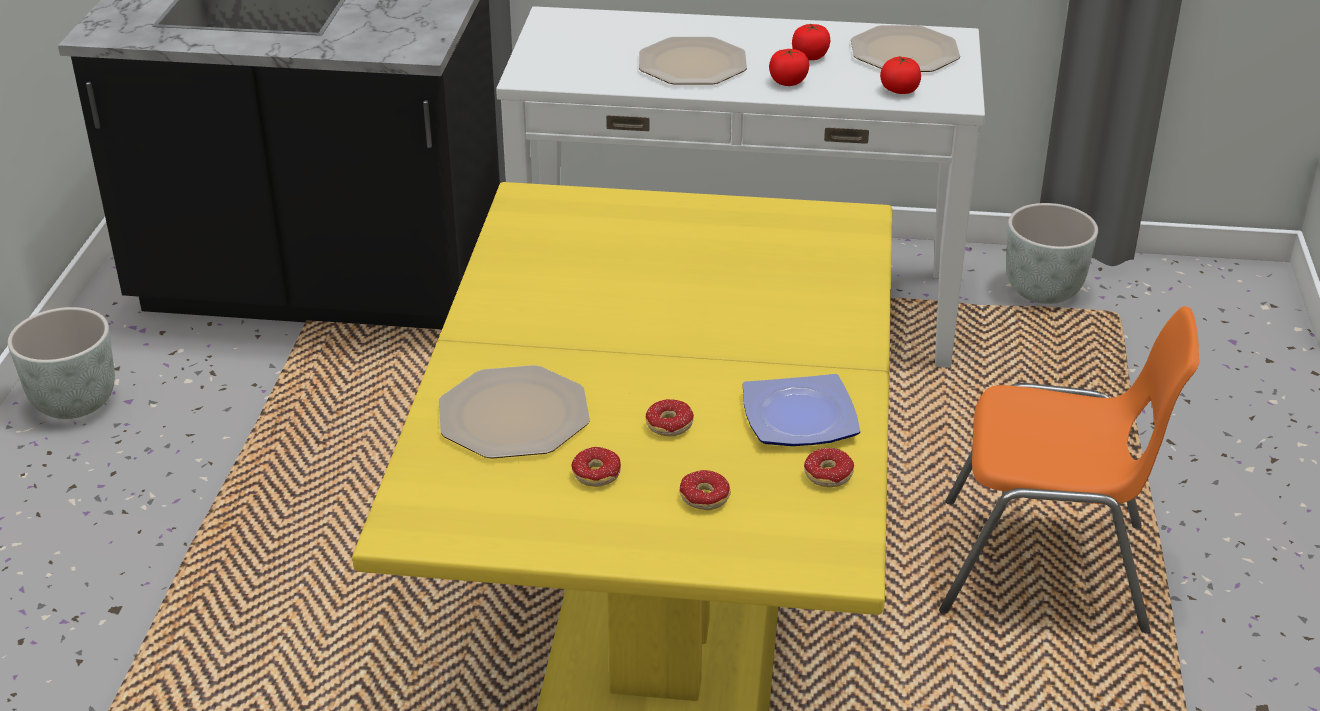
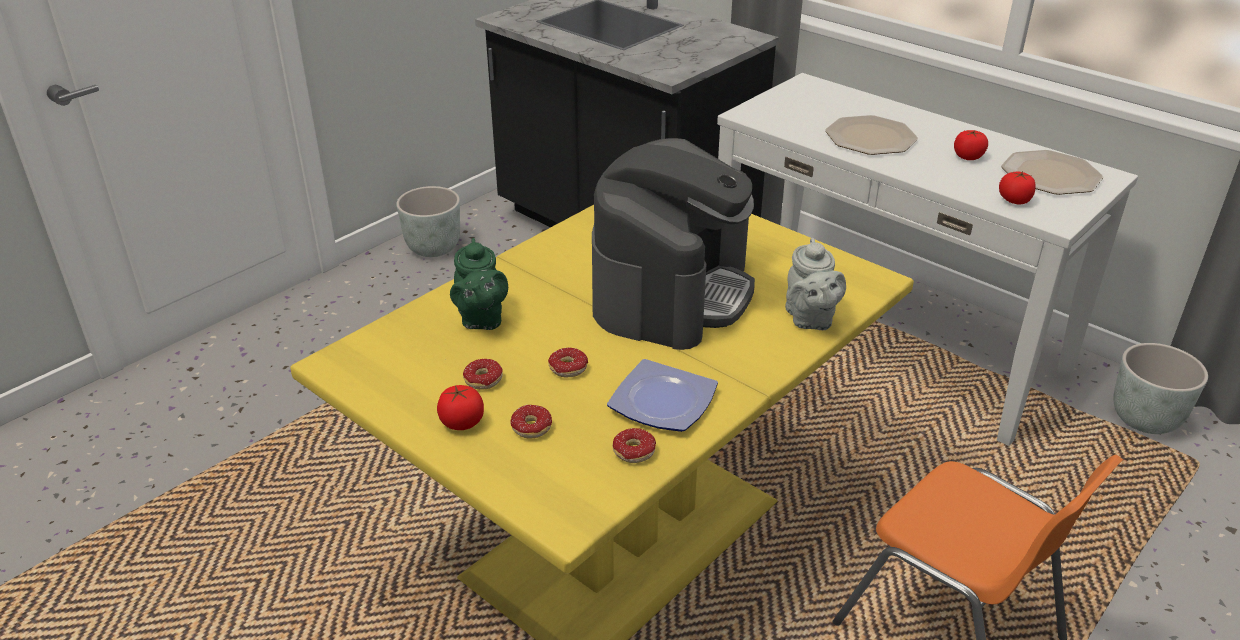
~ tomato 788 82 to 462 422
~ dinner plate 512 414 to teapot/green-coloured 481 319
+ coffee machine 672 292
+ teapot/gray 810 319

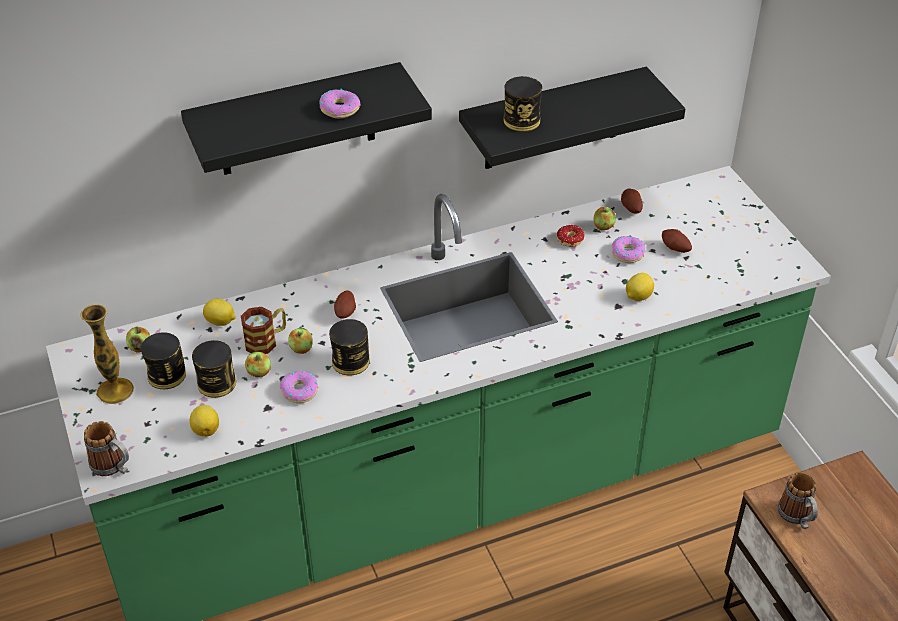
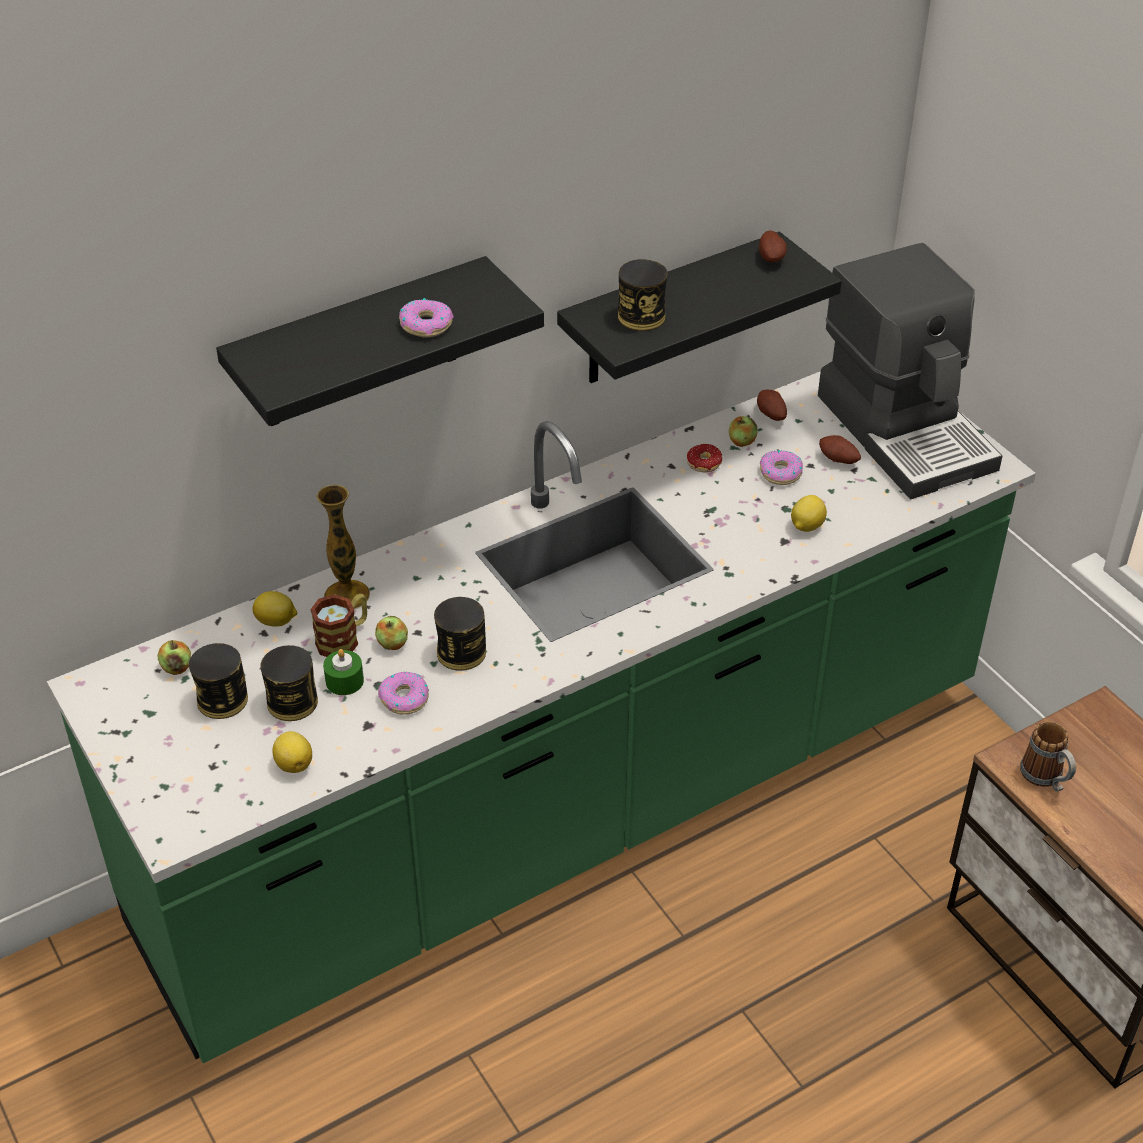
~ vase 115 391 to 347 595
~ apple 259 372 to wax candle/green-coloured 344 681
~ potato 346 312 to 772 258
+ coffee machine 906 430
- mug 113 467

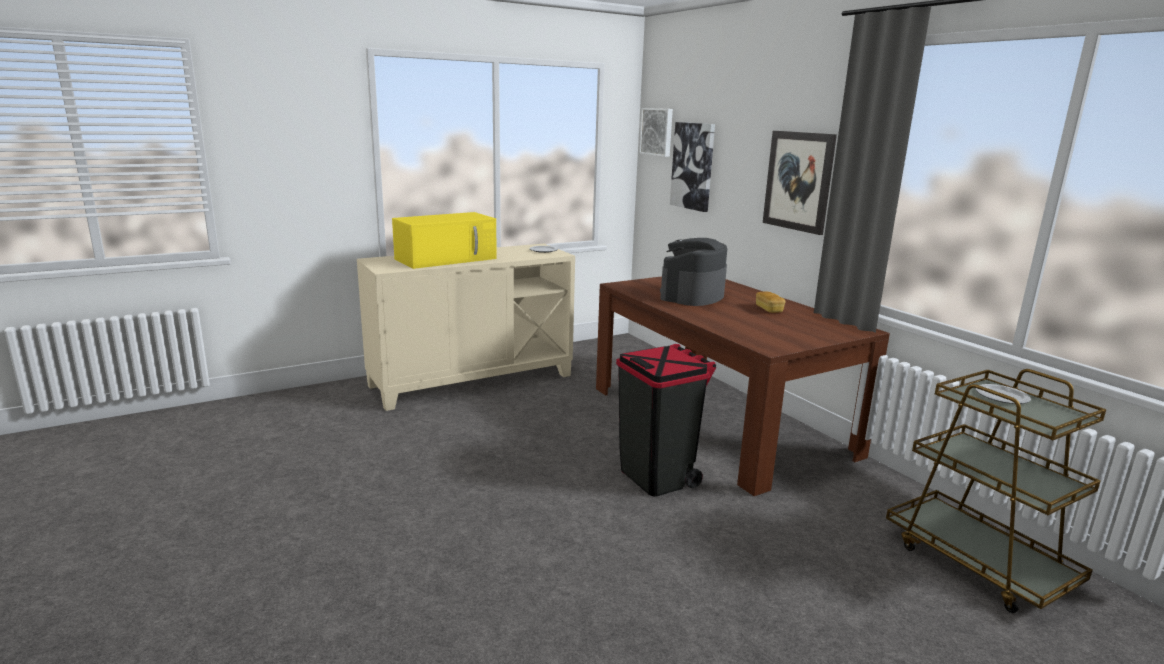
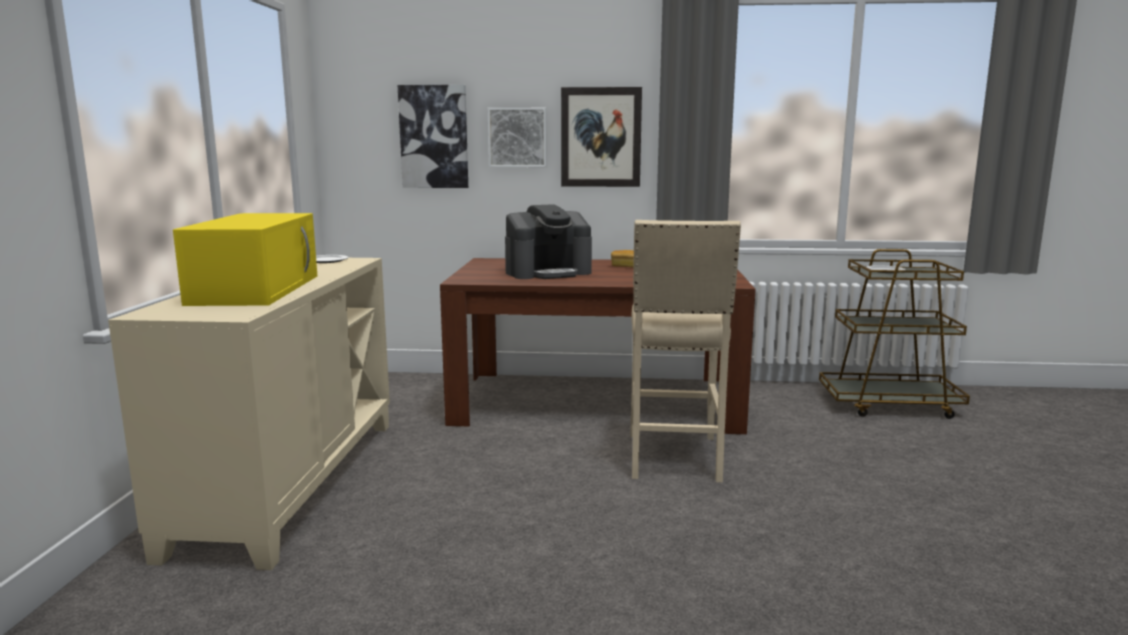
~ wall art 657 132 to 517 137
~ coffee machine 692 296 = 548 272 90 degrees counterclockwise
~ rubbish bin/black-coloured 656 476 to sitting stool/beige 673 458

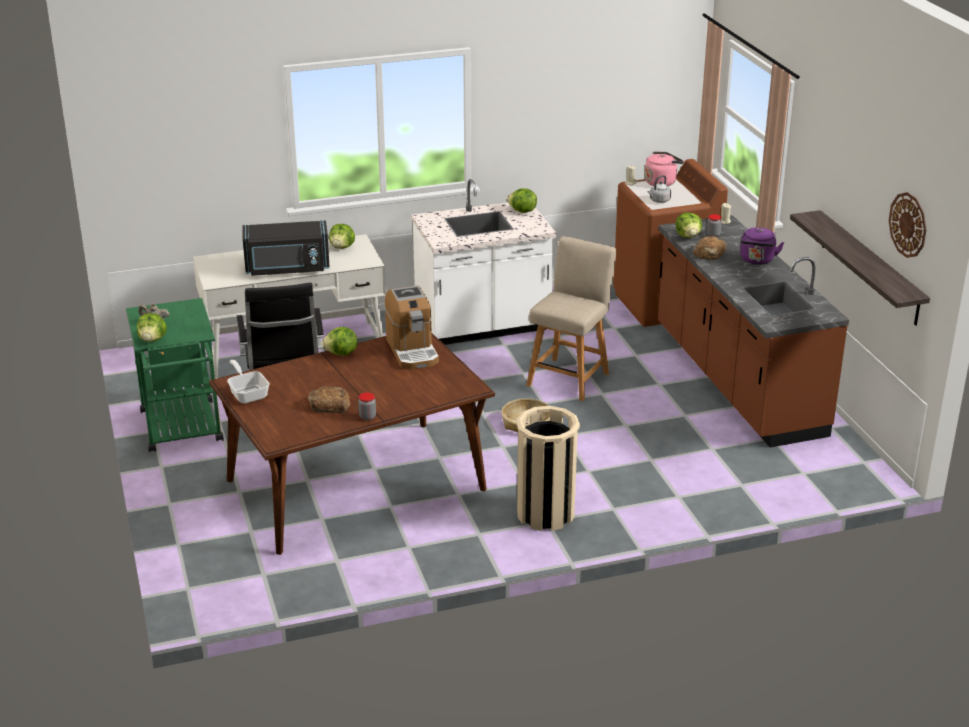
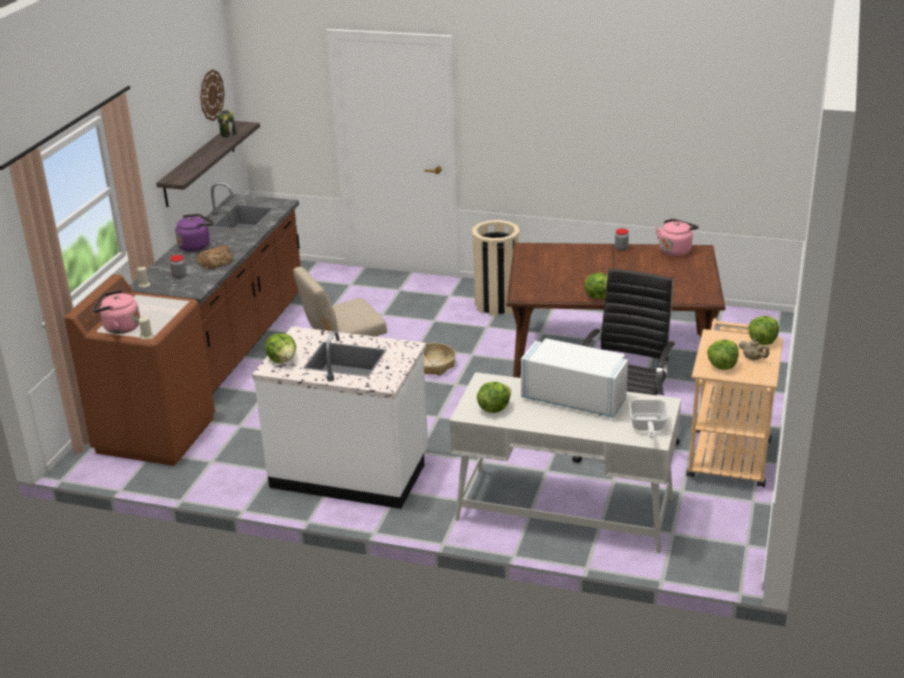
+ storage jar 228 134
~ microwave oven/black-coloured 287 268 to microwave oven/whitish 575 398
~ pan 248 393 to 647 427
+ tea kettle/pink-coloured 675 250
~ wheeled cart/green-coloured 183 431 to wheeled cart/beige 730 452
~ lettuce head 688 236 to 722 366
- bakery bread 329 404
- coffee machine 412 351
- tea kettle/gray 659 201

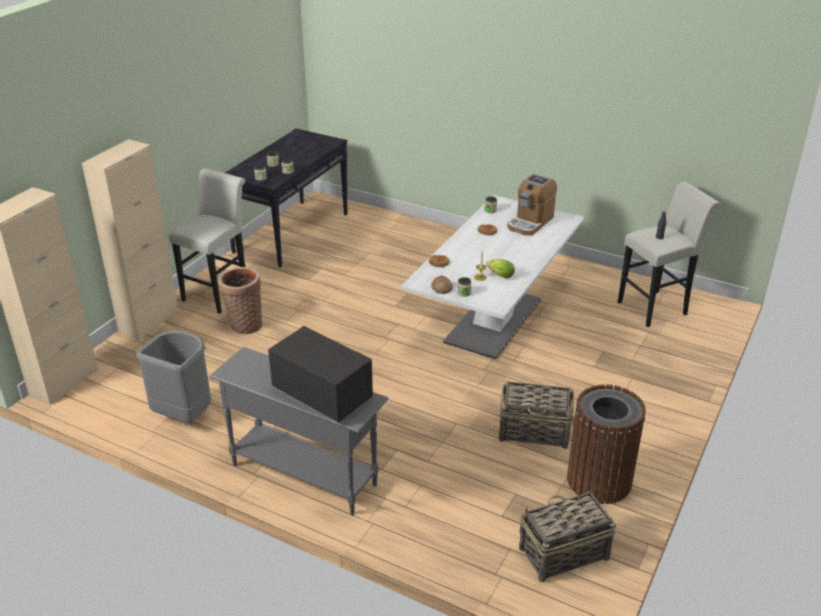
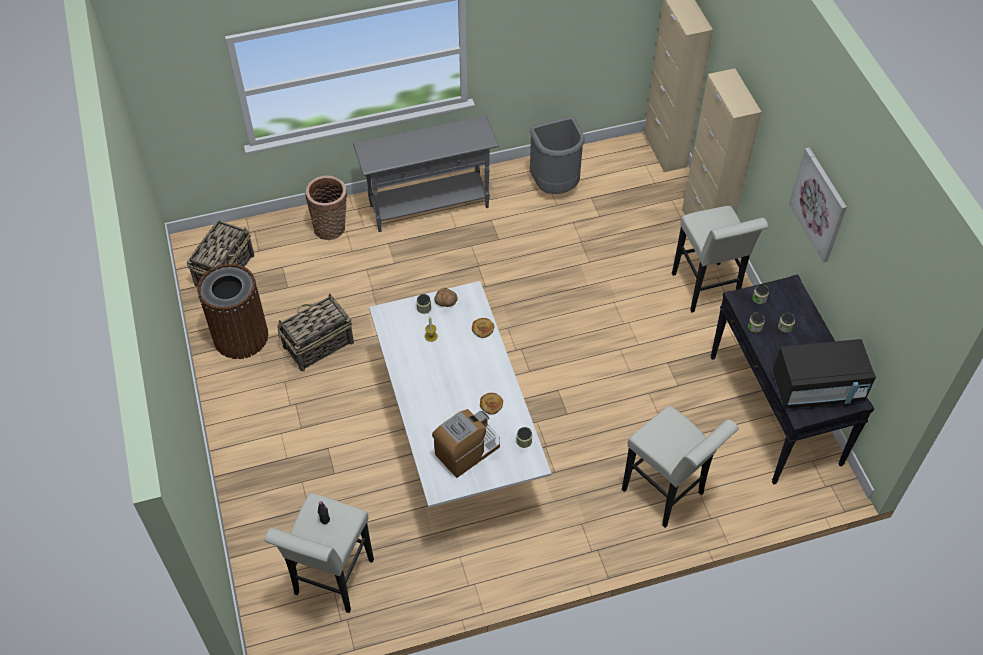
~ basket 244 324 to 331 227
~ coffee machine 530 222 = 467 450 60 degrees clockwise
+ sitting stool/whitish 667 495
~ microwave oven/black-coloured 322 395 to 817 388
+ wall art 819 204
- lettuce head 501 275

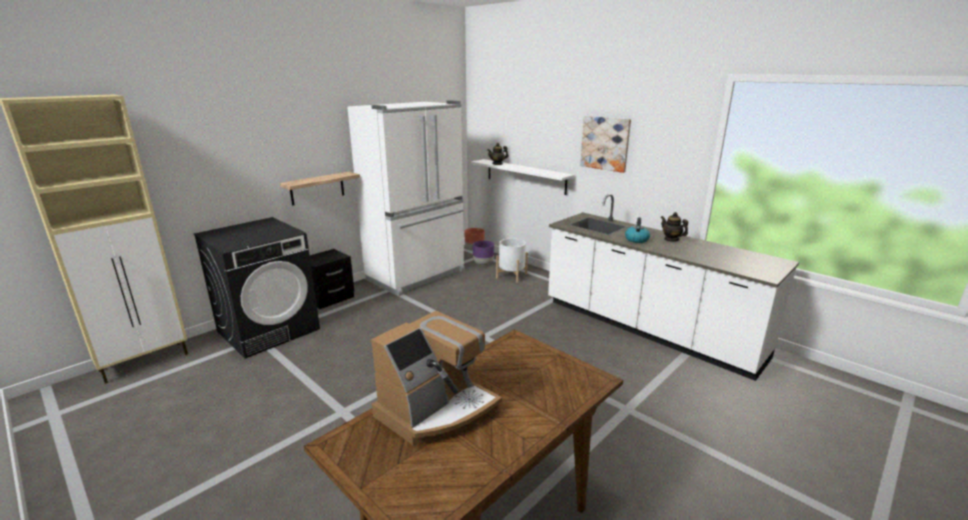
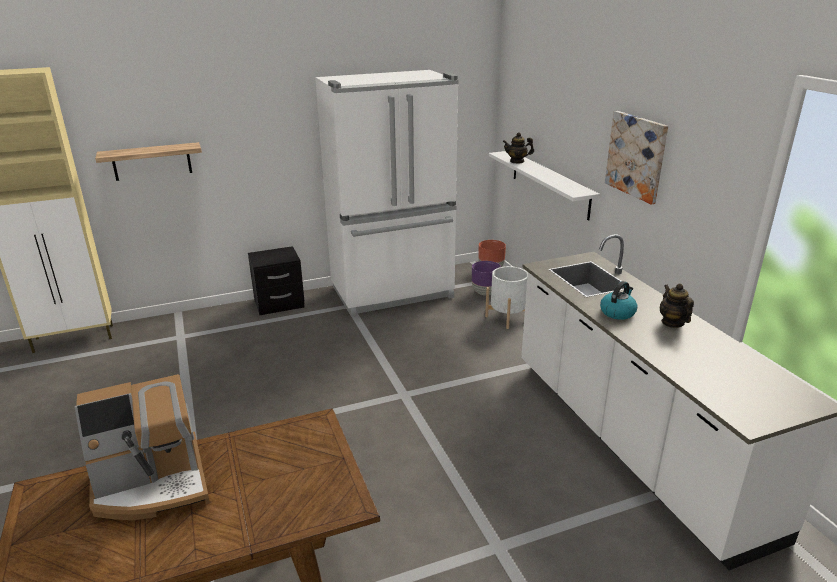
~ bracket shelf 317 188 to 152 161
- washing machine/black-coloured 269 330

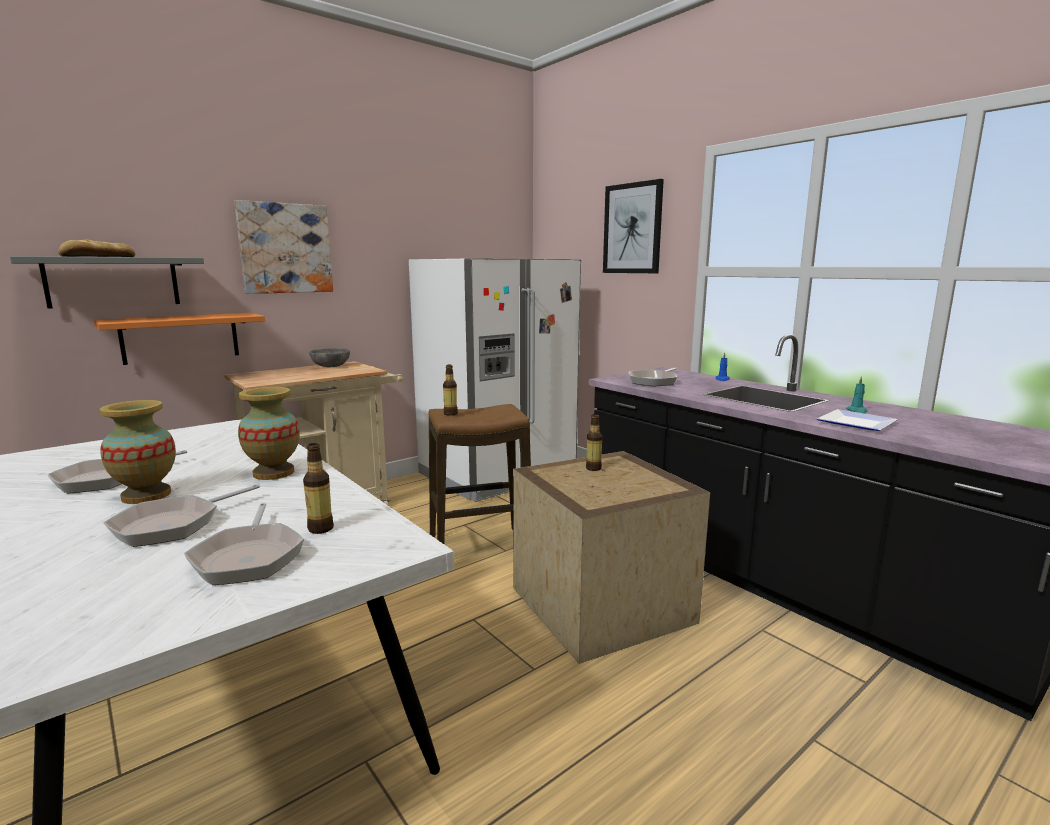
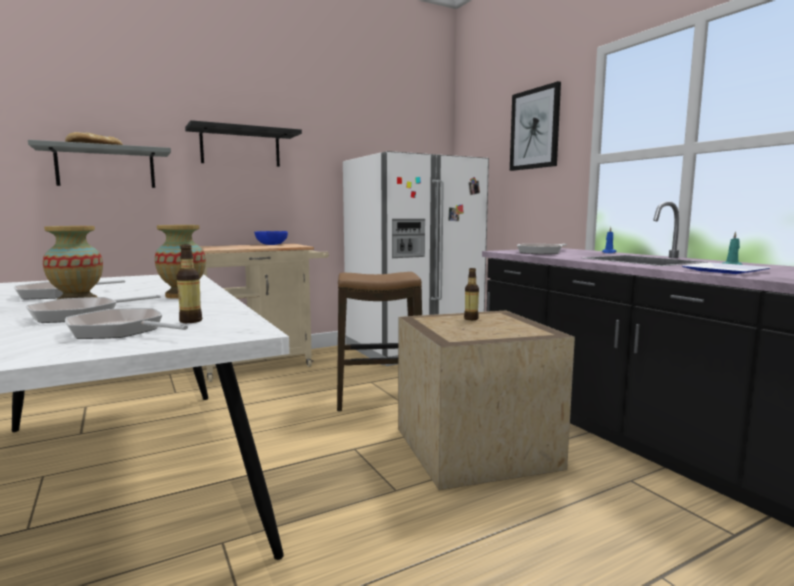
~ pan 249 557 = 121 331 120 degrees clockwise
~ wall art 285 248 to bracket shelf/black-coloured 240 148
~ serving bowl/gray 330 366 to serving bowl/blue 271 244
- bracket shelf/orange-coloured 180 338
- bottle 450 414

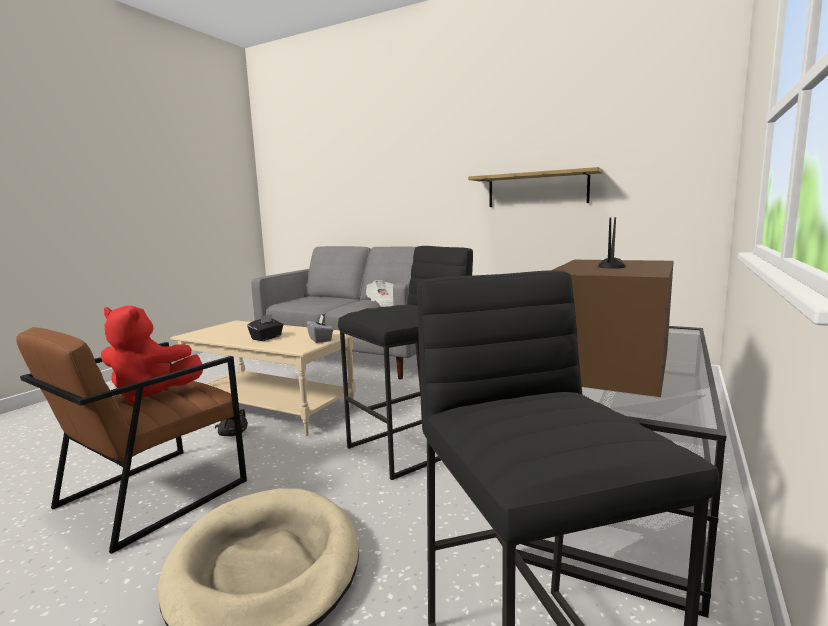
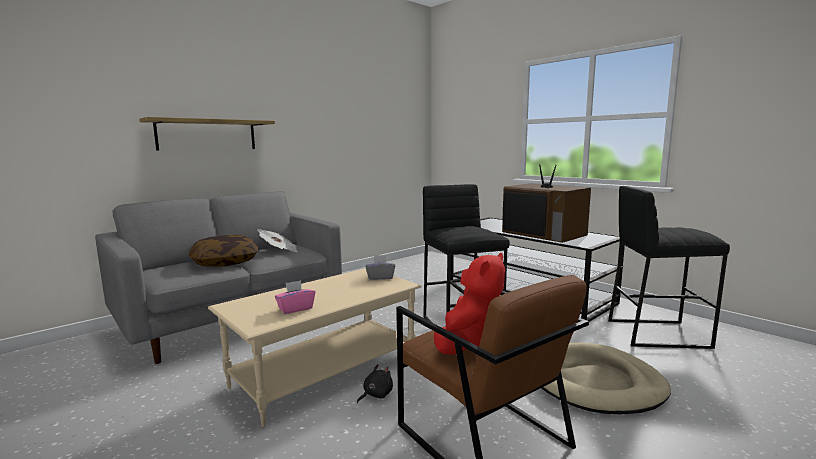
~ bracket shelf 537 189 to 207 135
+ throw pillow 225 262
+ tissue holder/pink-coloured 295 309
- tissue holder/black-coloured 267 338

